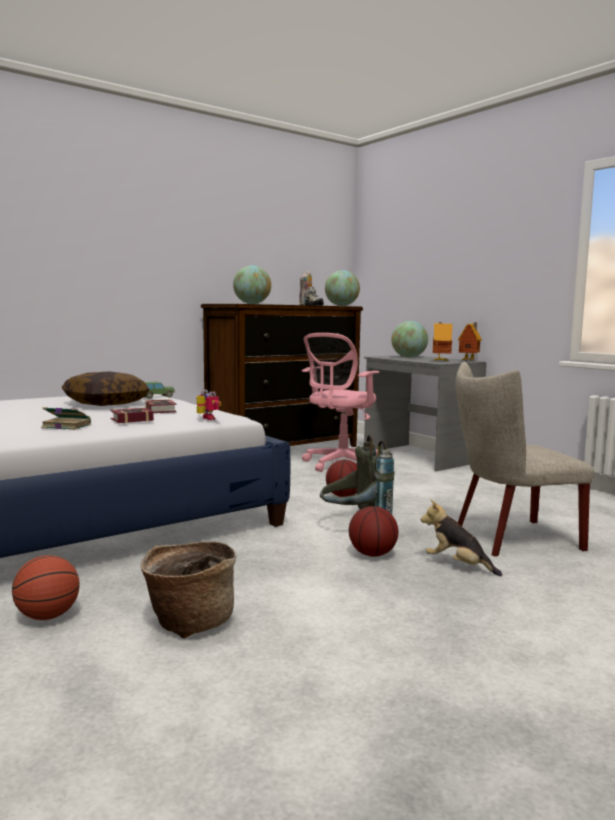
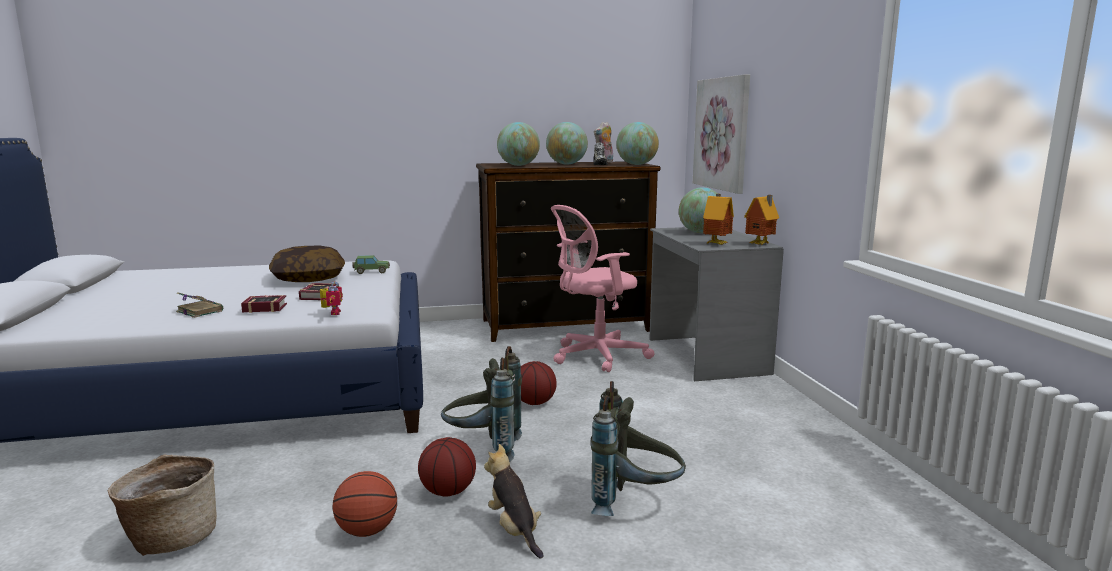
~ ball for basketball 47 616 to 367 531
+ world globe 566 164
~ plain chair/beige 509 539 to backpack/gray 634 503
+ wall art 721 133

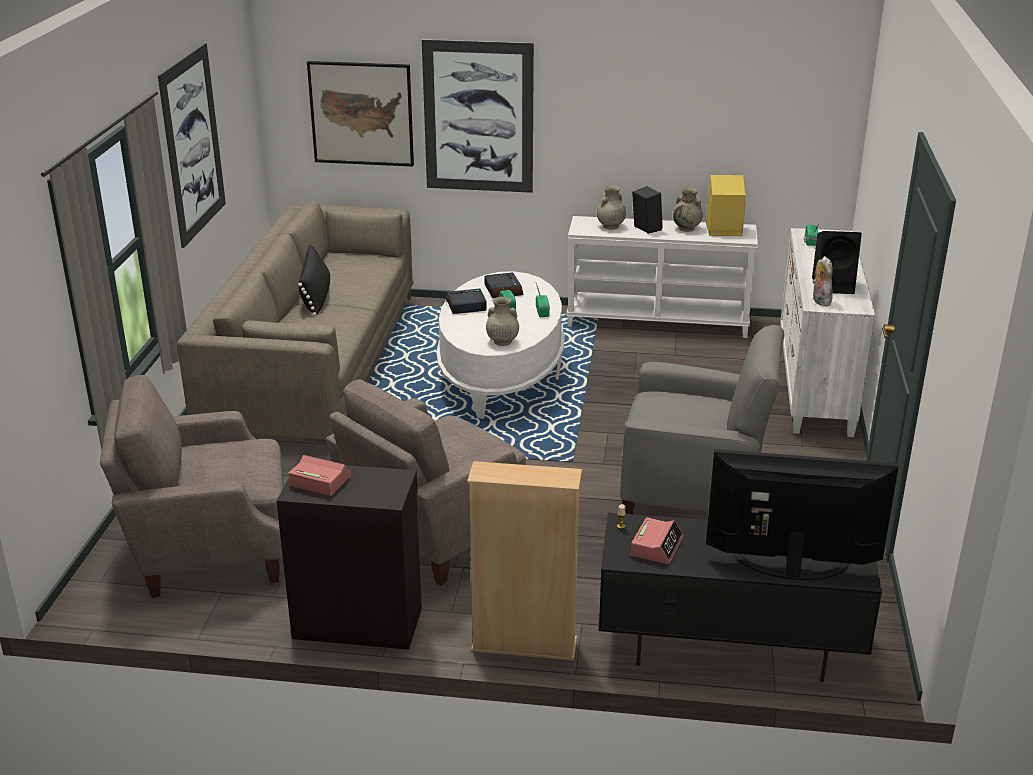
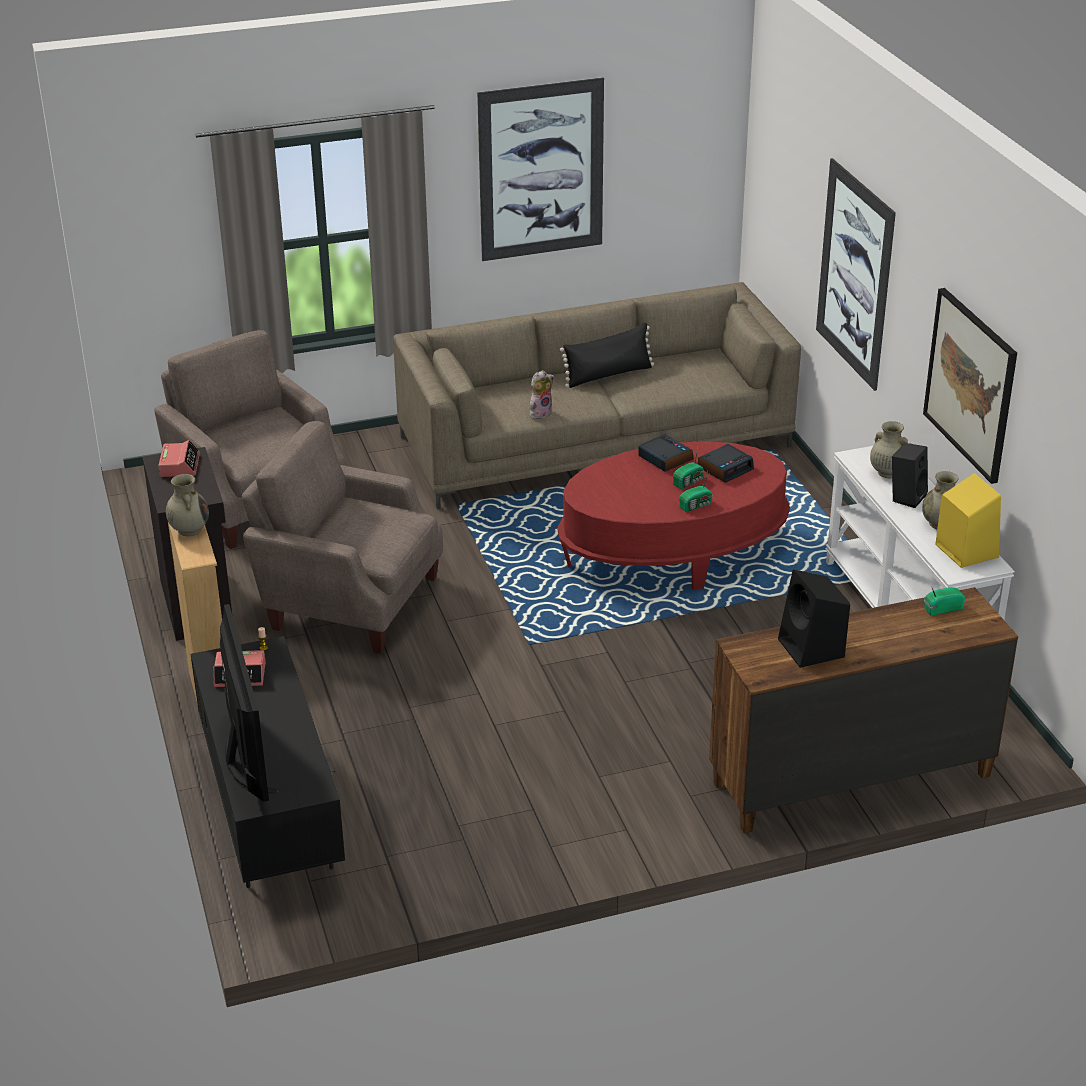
~ vase/beige 502 342 to 189 529
~ soft toy 819 301 to 540 413
~ coffee table/whitish 501 374 to coffee table/reddish 673 552
~ chest of drawers/whitish 814 386 to chest of drawers/brownish 849 778
~ wall art 361 113 to 971 384
- lounge chair/gray 693 489

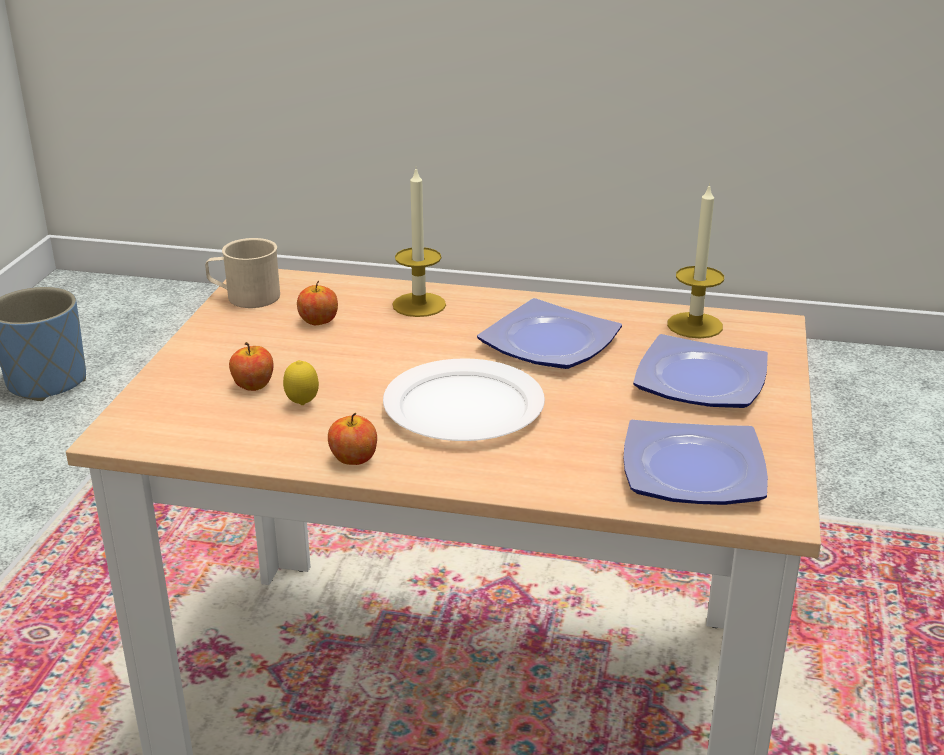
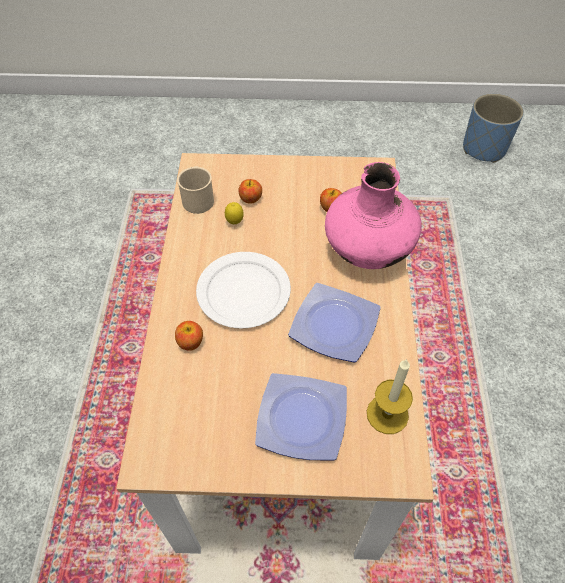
~ apple 353 459 to 190 342
~ mug/beige 245 297 to 198 198
~ wax candle 419 305 to vase/pink-coloured 368 250
- dinner plate 690 472

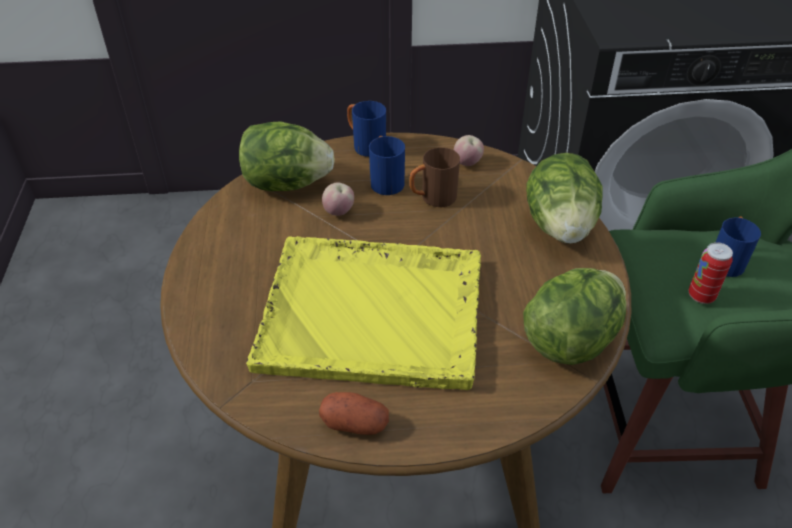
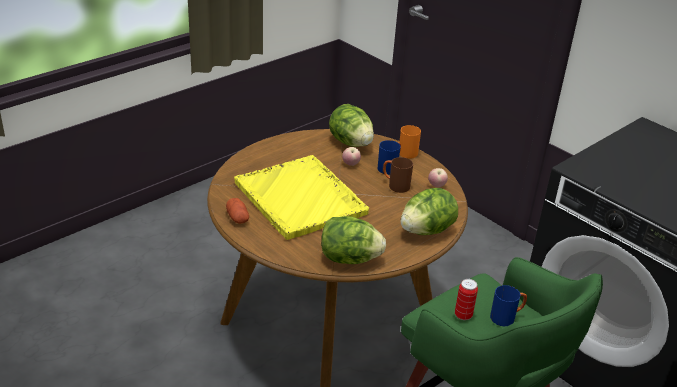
~ mug/blue 365 145 to mug/orange-coloured 408 151

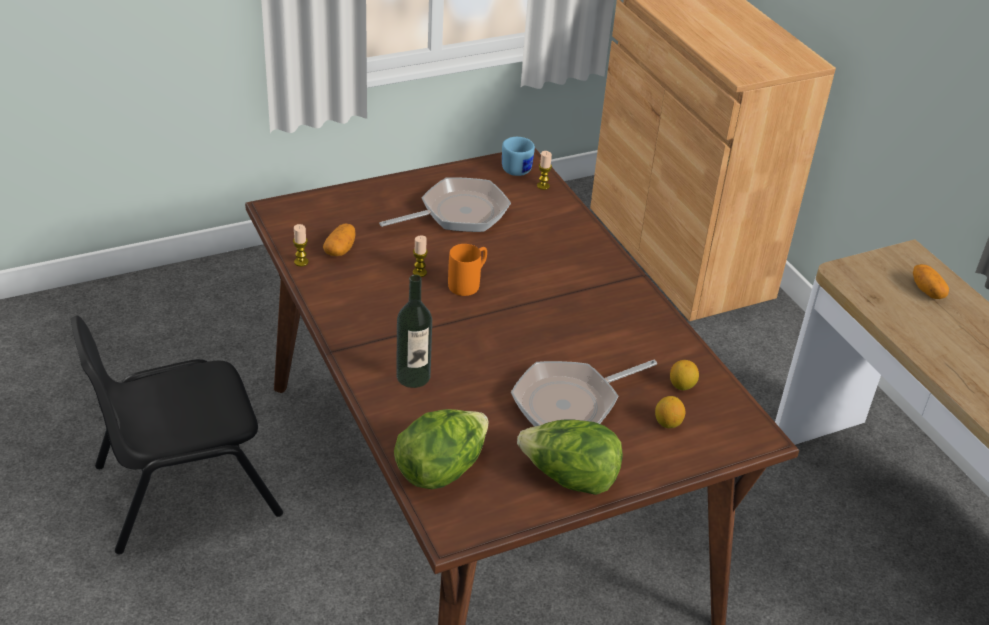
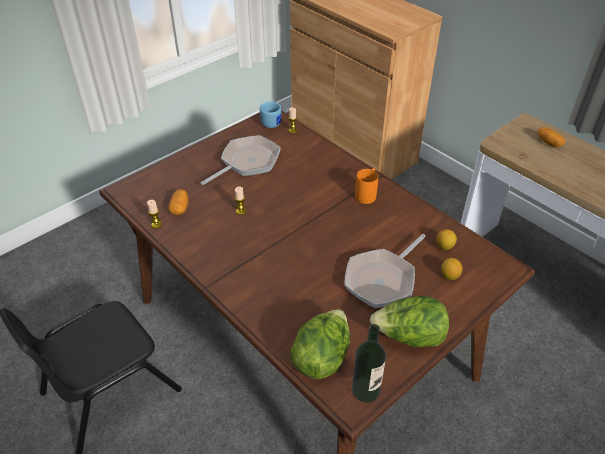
~ bottle 413 376 to 365 390
~ mug/orange-coloured 469 283 to 367 194

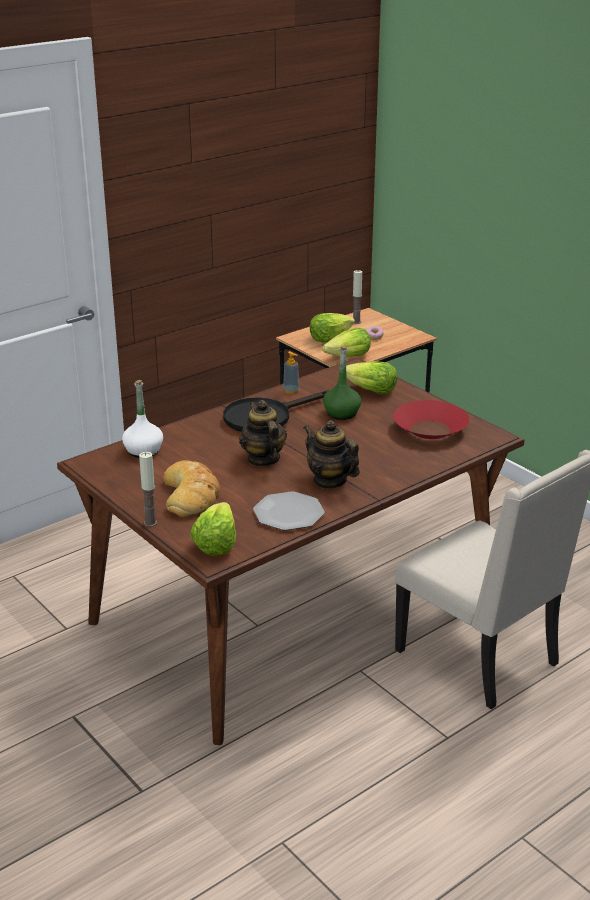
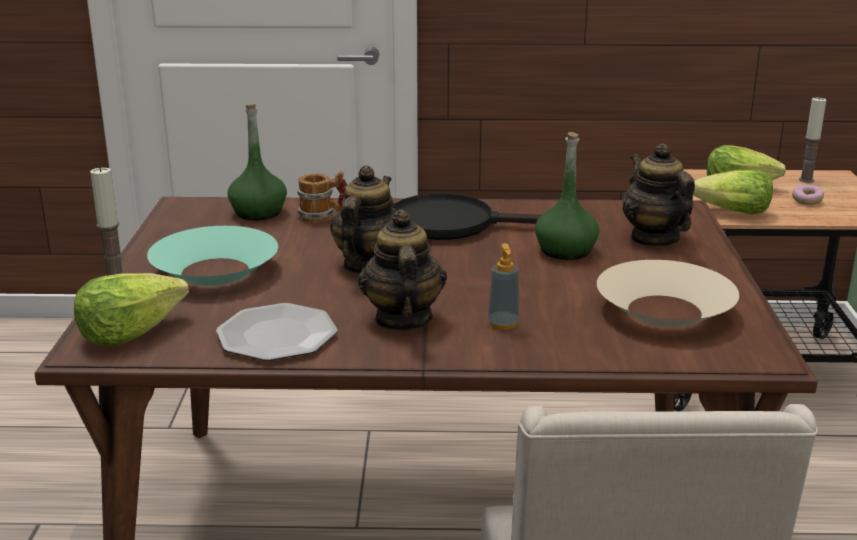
~ bakery bread 191 494 to serving bowl/blue-green 215 271
~ bottle/whitish 143 451 to bottle/green-coloured 258 213
+ mug 324 217
~ soap bottle 291 391 to 503 324
~ serving bowl/reddish 430 430 to serving bowl/beige 664 311
~ lettuce head 370 390 to teapot 654 239

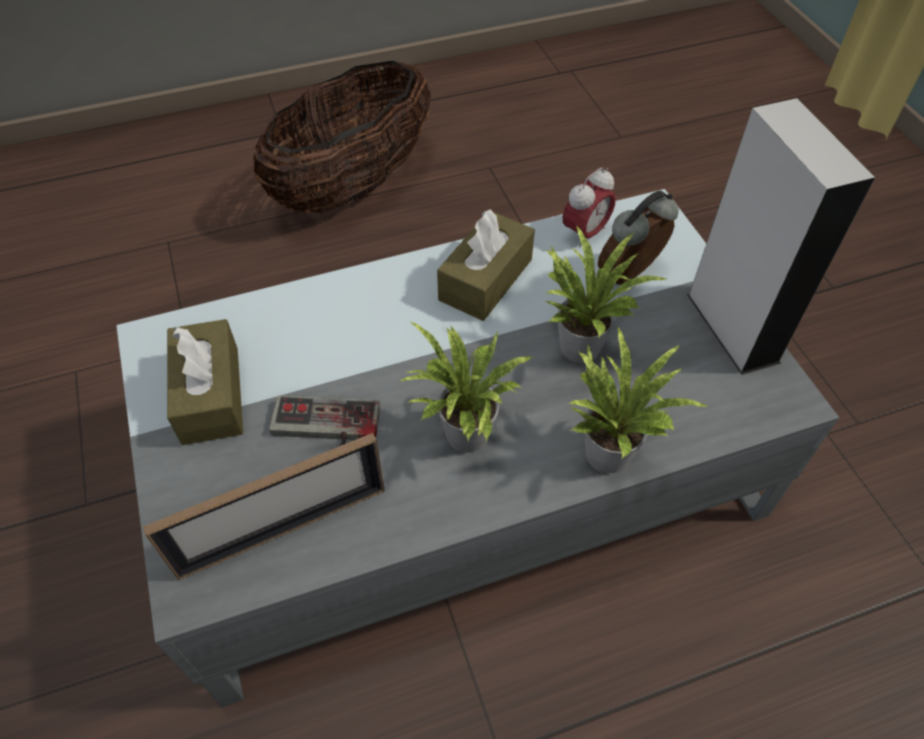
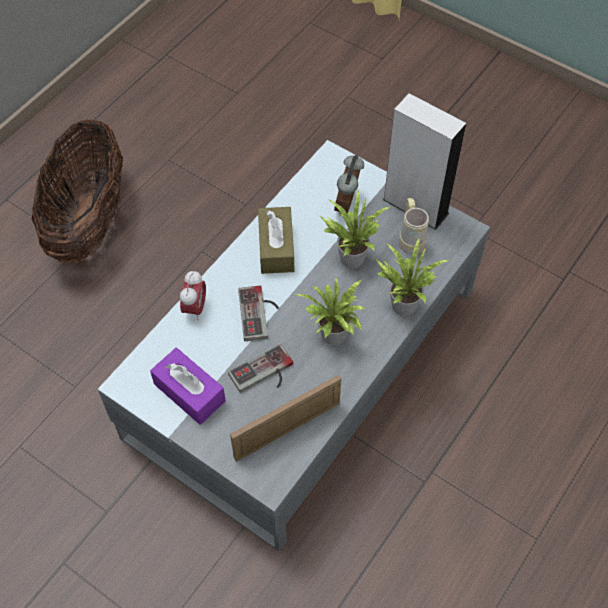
~ tissue holder/brownish 210 395 to tissue holder/purplish 189 392
~ alarm clock 585 233 to 195 308
~ photo frame 283 530 = 287 430 150 degrees counterclockwise
+ game controller 260 313
+ mug/beige 410 239

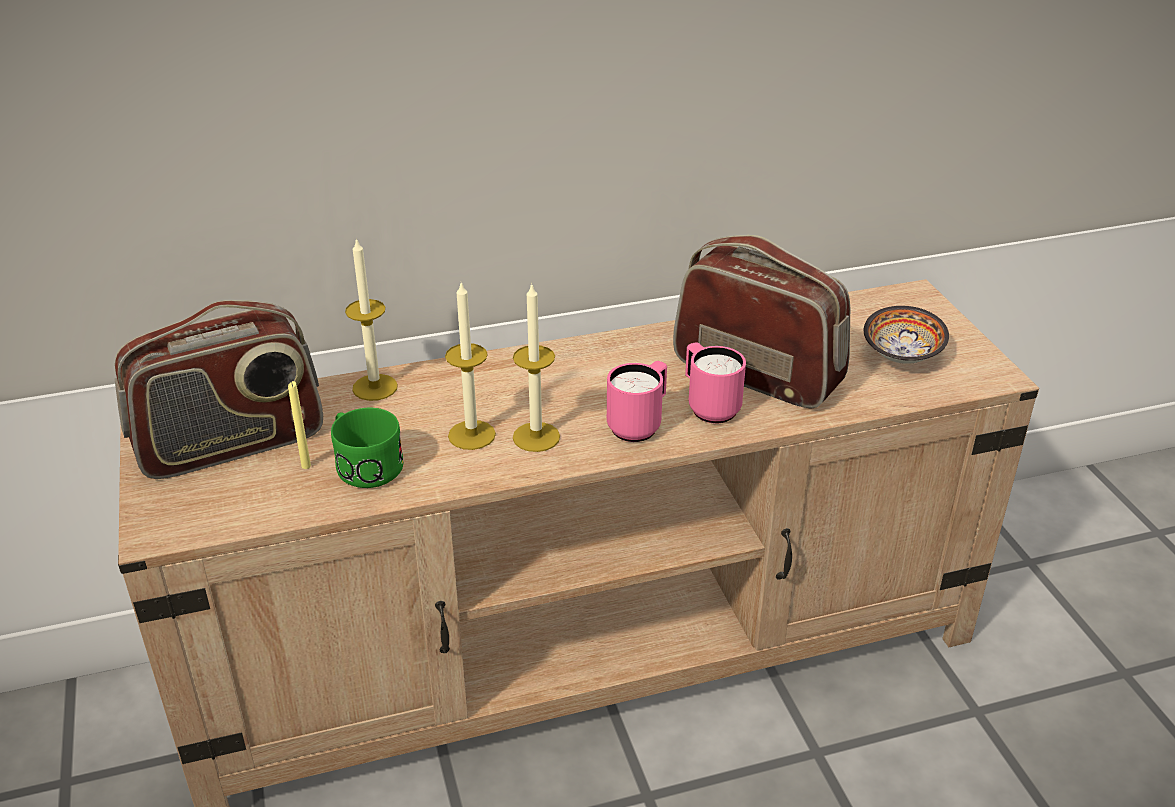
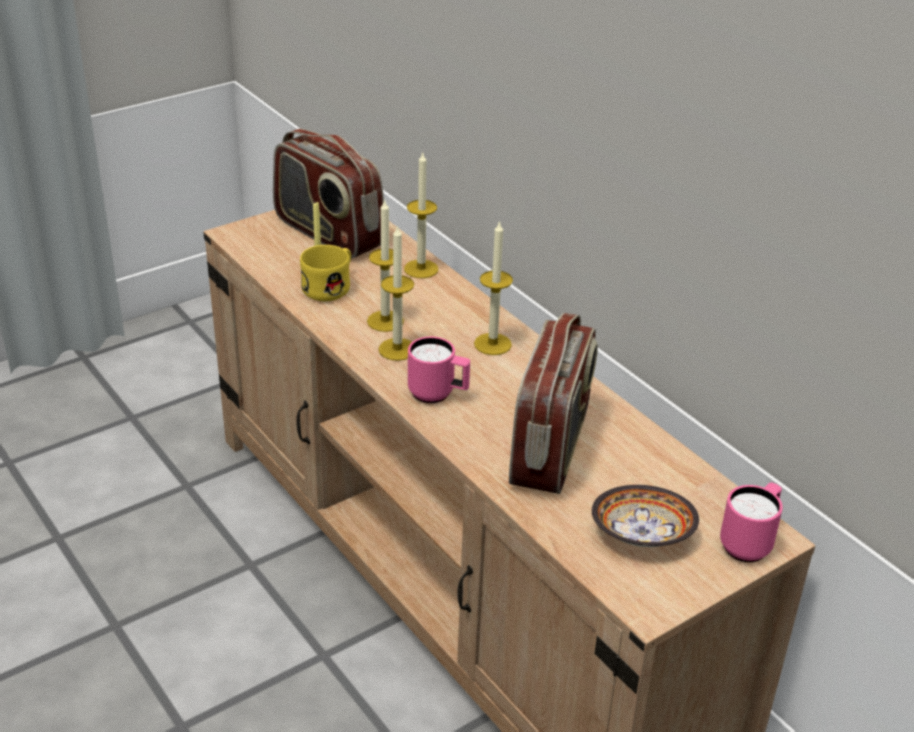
~ mug/green-coloured 364 463 to mug/yellow 331 286
+ wax candle 492 344
~ mug/pink-coloured 709 407 to 749 543

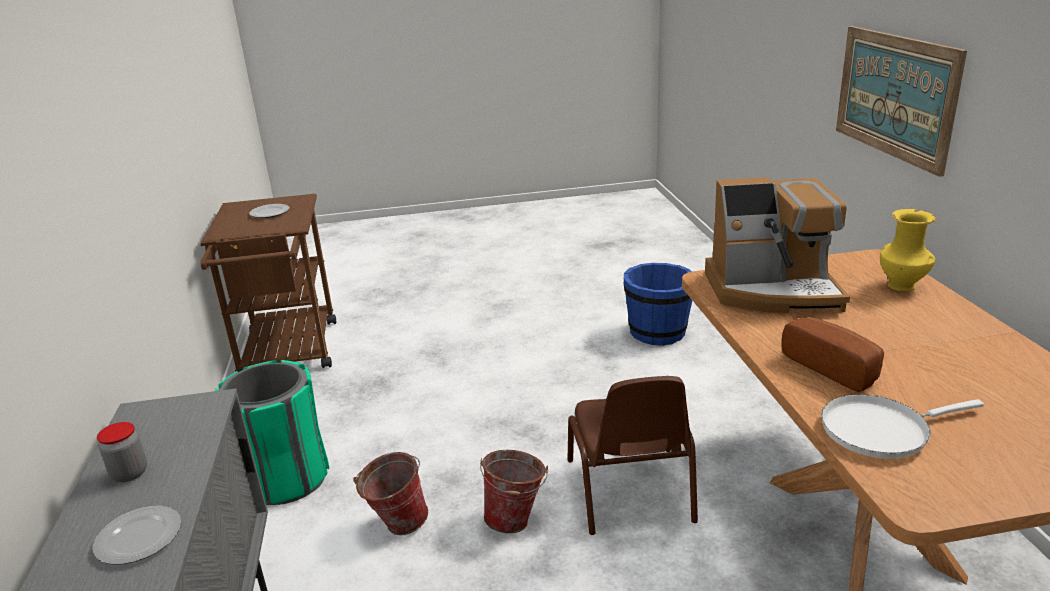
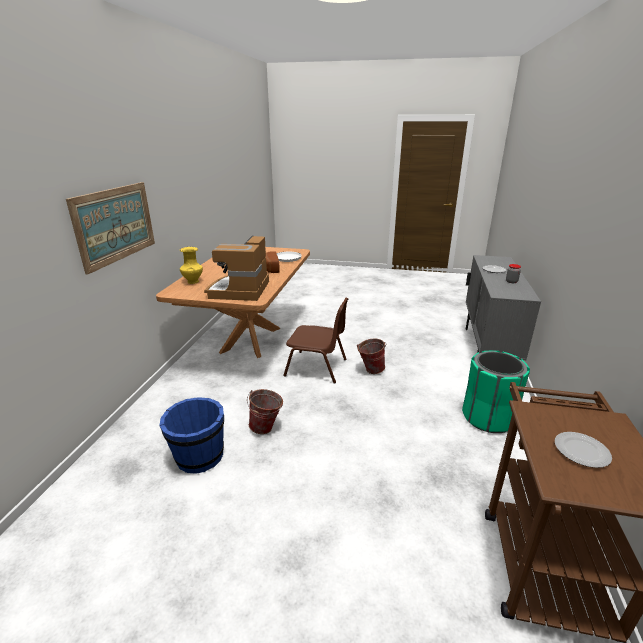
~ coffee machine 773 290 = 240 290 105 degrees counterclockwise
~ pail 396 524 to 267 428
~ plain chair/brownish 630 491 = 317 367 90 degrees clockwise

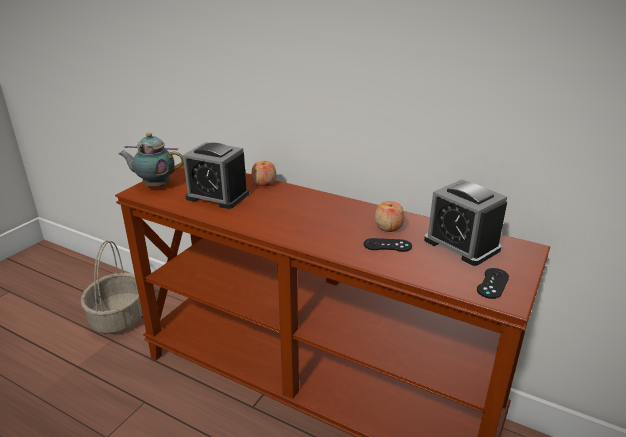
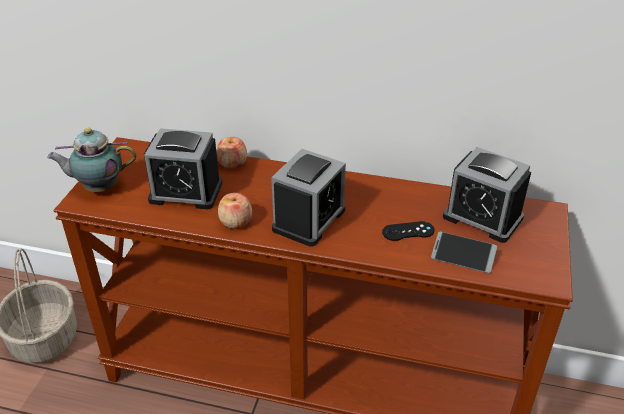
~ apple 388 227 to 236 222
+ alarm clock 309 219
+ handset 462 257
- game controller/black-coloured 492 283

